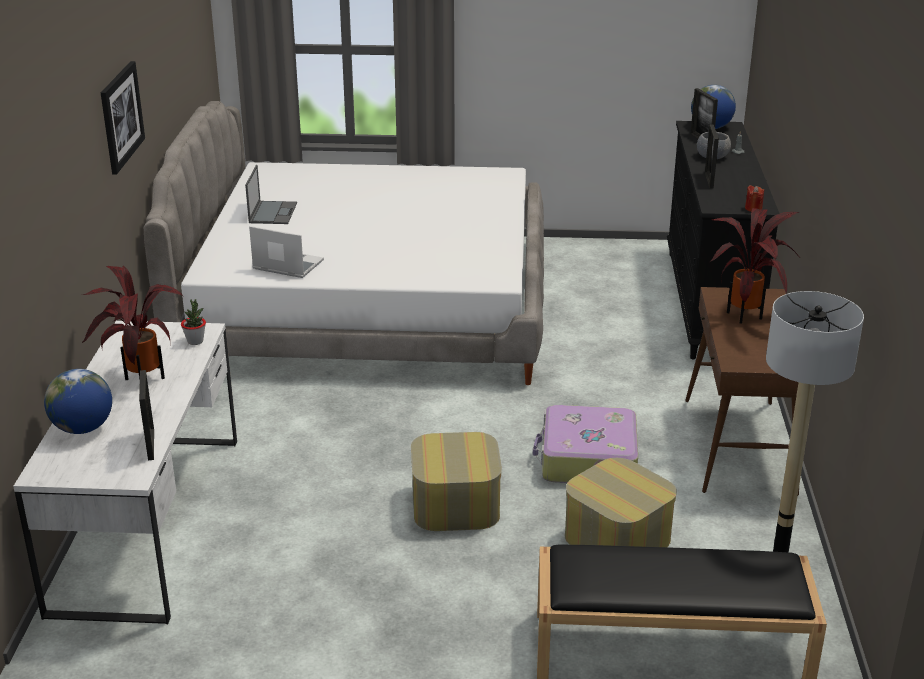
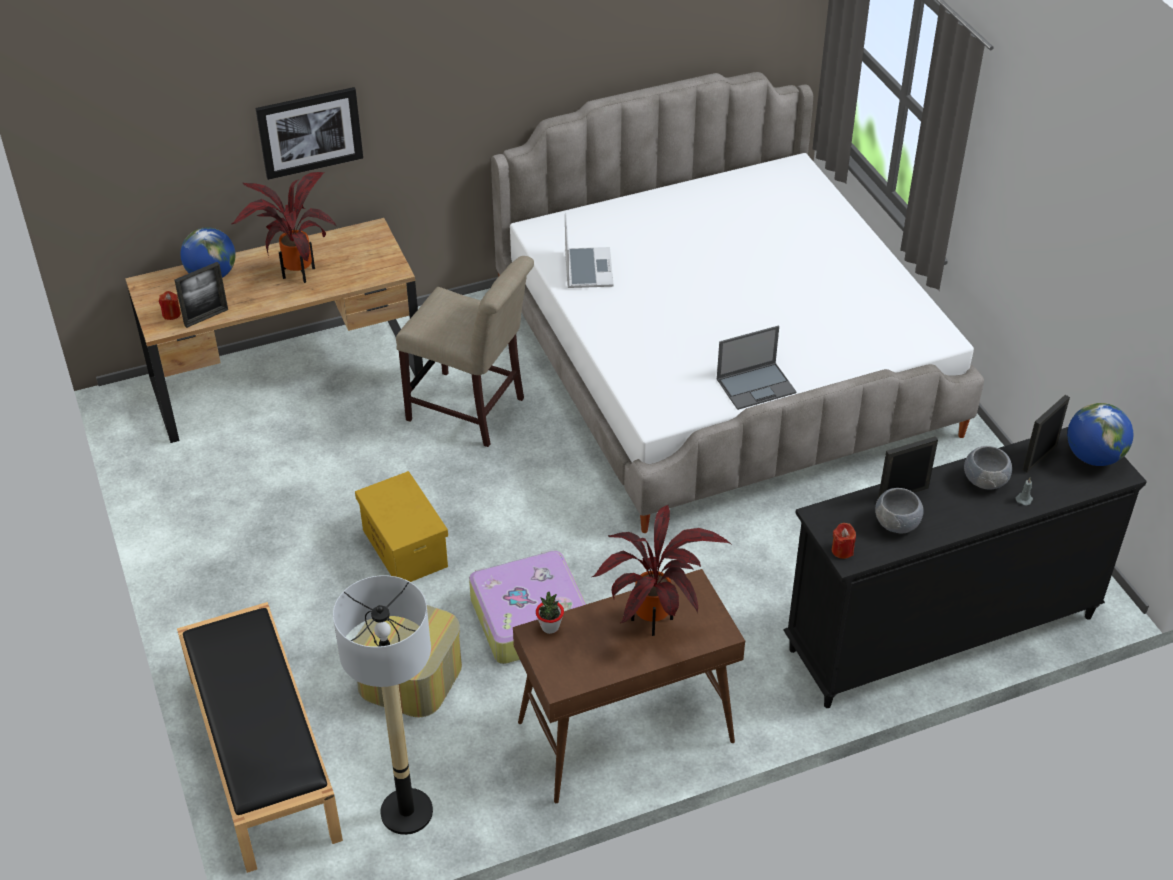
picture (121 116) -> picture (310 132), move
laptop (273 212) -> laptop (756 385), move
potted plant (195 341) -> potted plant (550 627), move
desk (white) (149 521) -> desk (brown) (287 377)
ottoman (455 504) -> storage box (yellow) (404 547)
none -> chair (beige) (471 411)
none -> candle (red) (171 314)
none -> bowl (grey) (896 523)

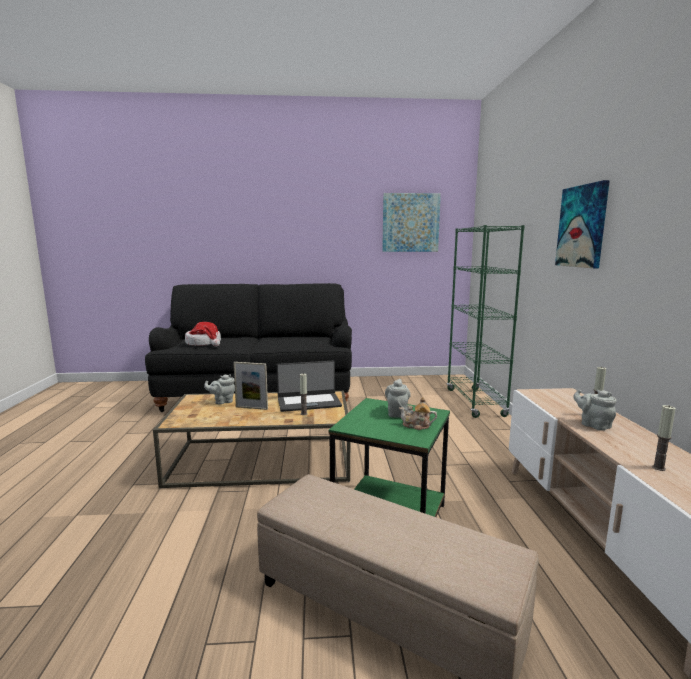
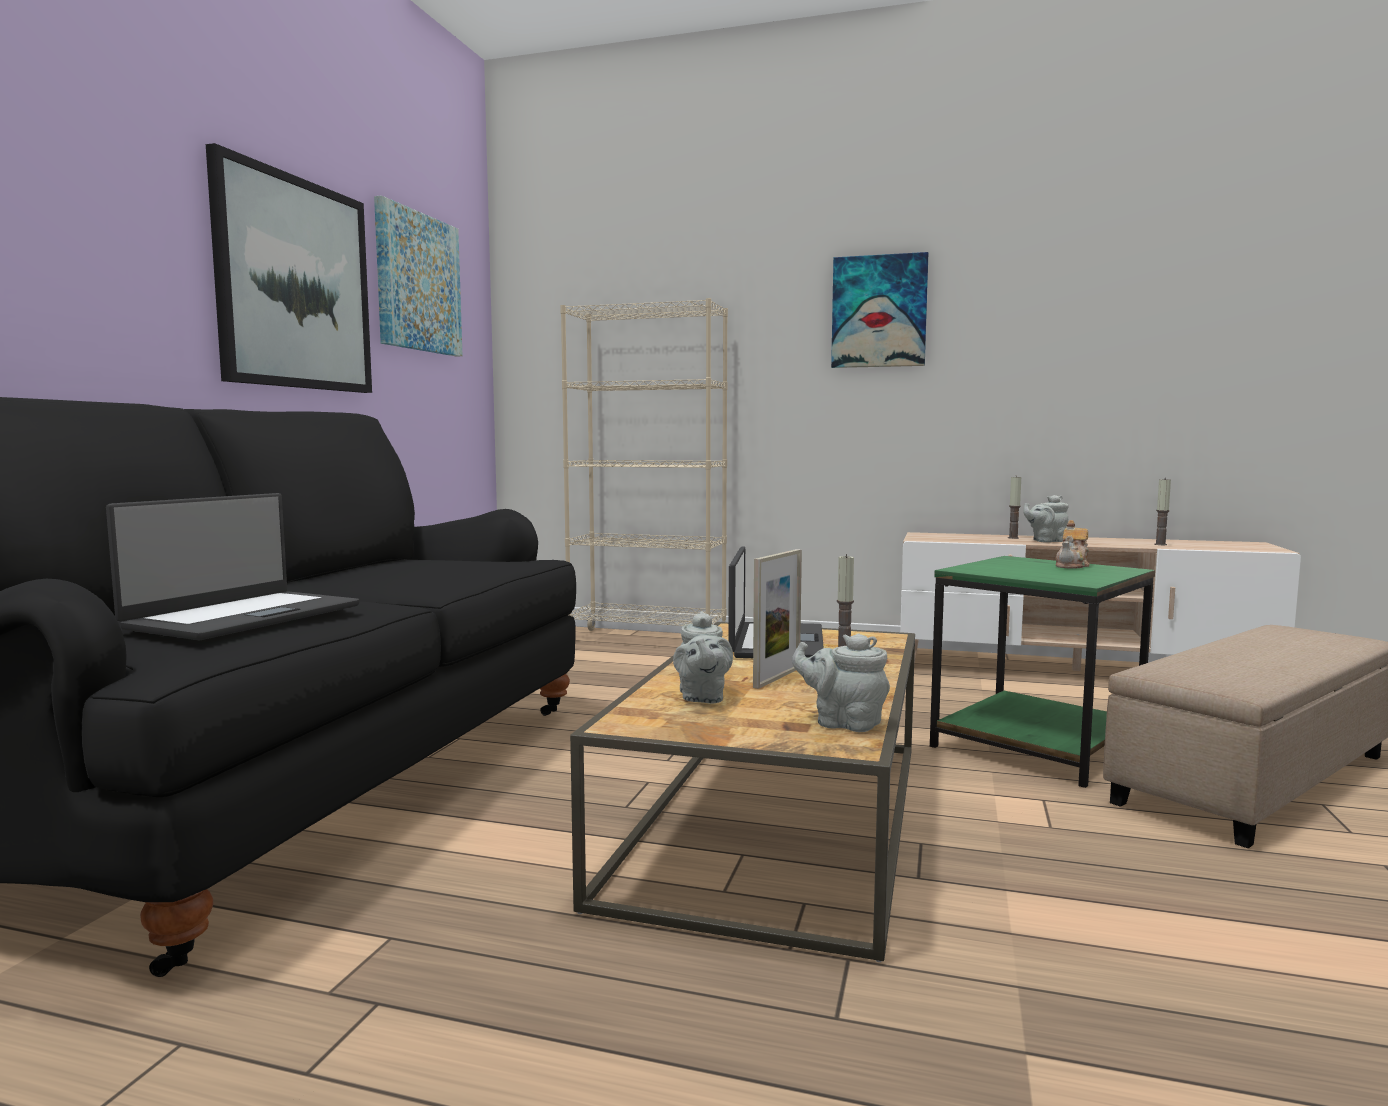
bookcase (green) (475 403) -> bookcase (beige) (647 640)
hat (204 343) -> laptop (243 616)
teapot (grey) (397 413) -> teapot (grey) (843 723), move
none -> picture (294 284)

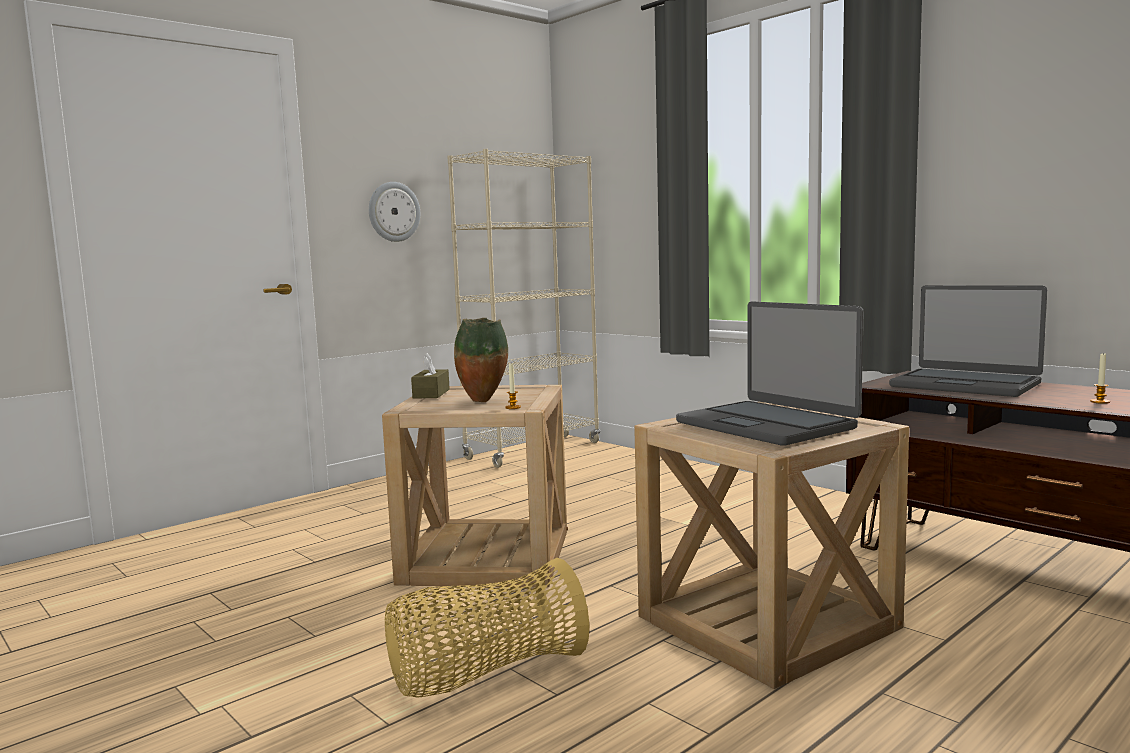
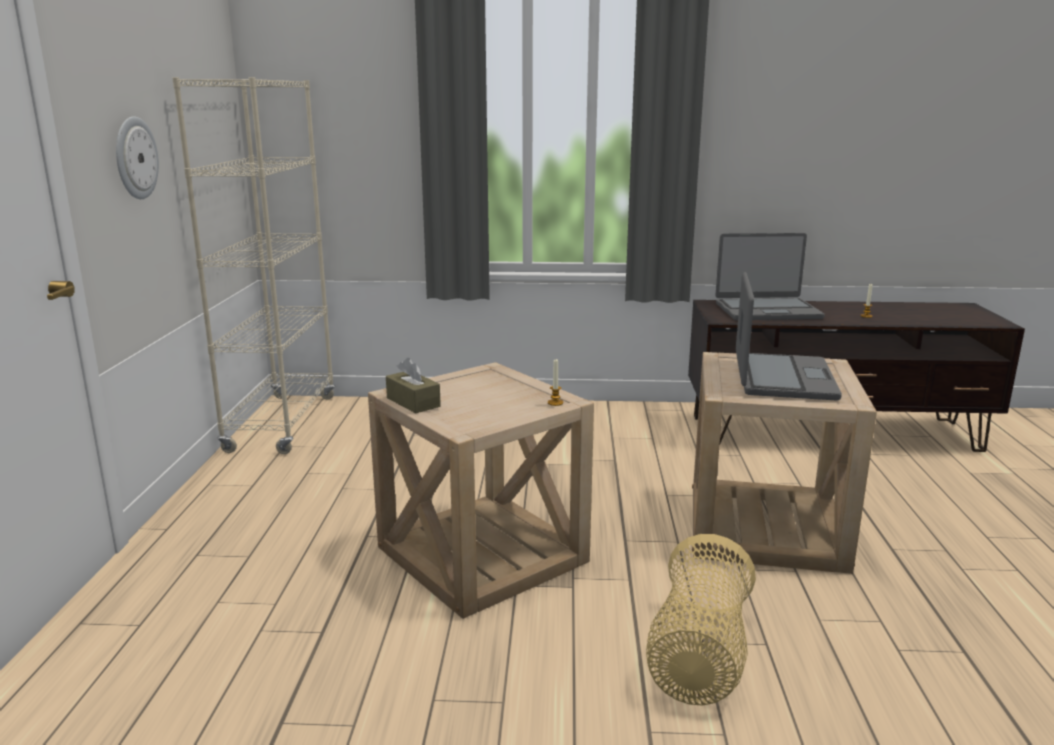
laptop (766 425) -> laptop (782 378), 90 degrees counterclockwise
vase (484 401) -> none

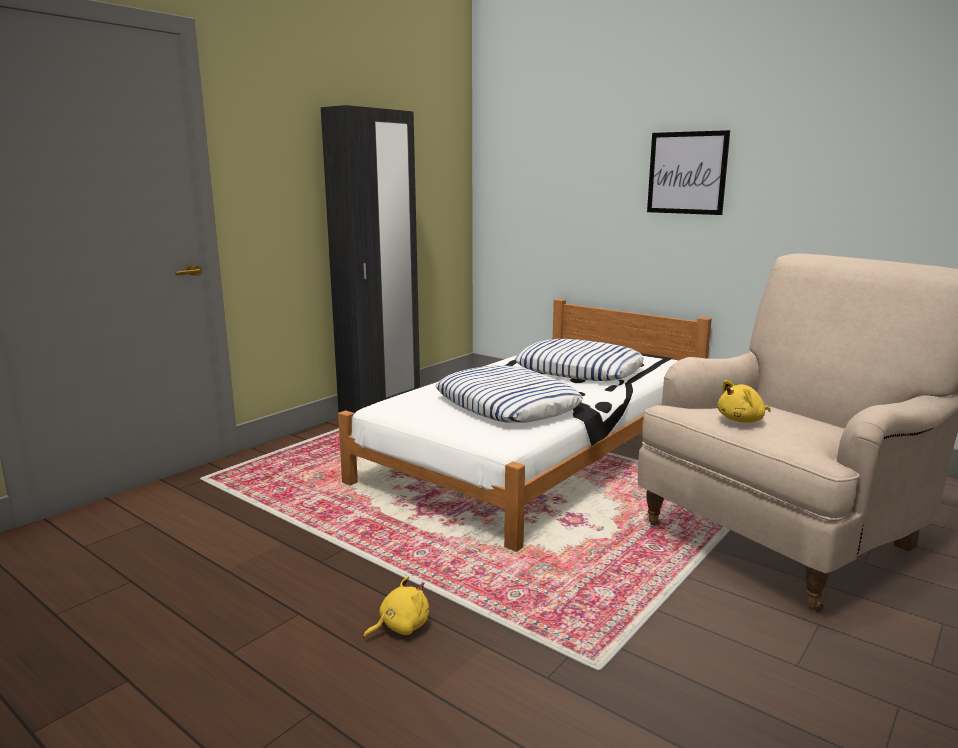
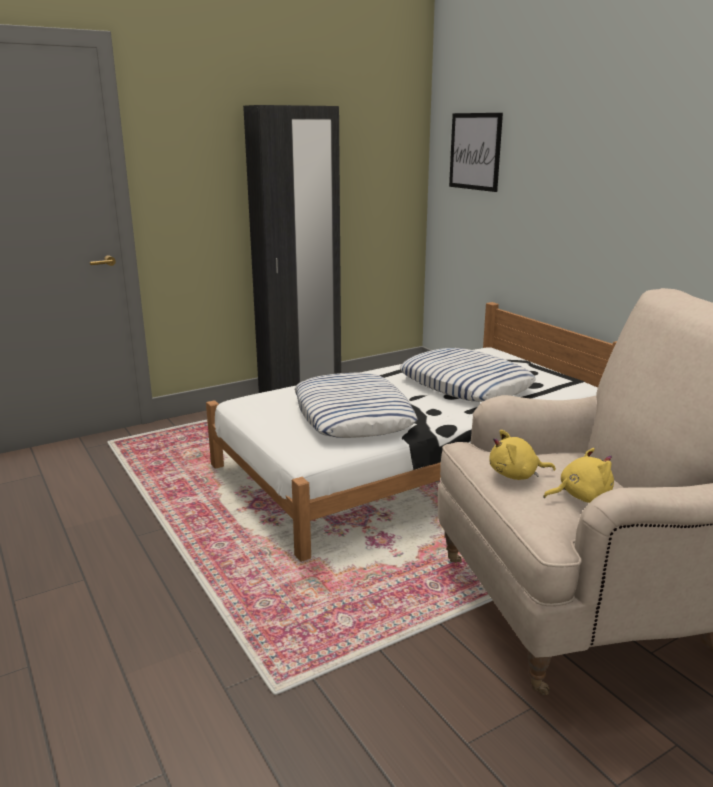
picture (687 173) -> picture (475 151), move
plush toy (yellow) (401 626) -> plush toy (yellow) (580 496), move

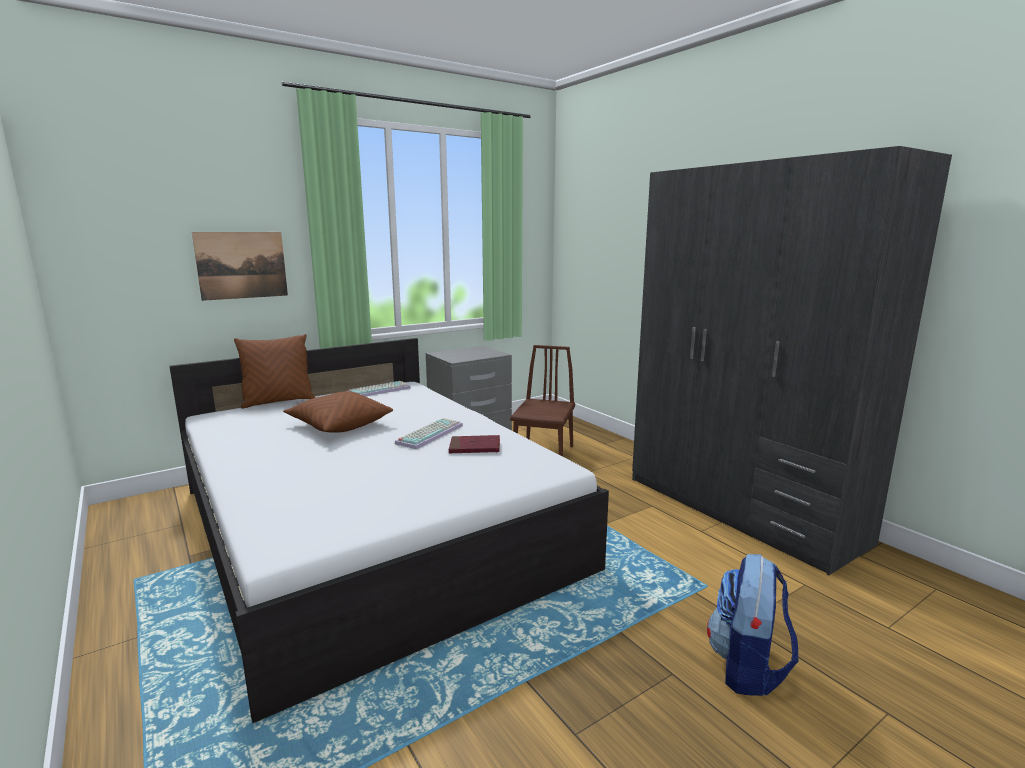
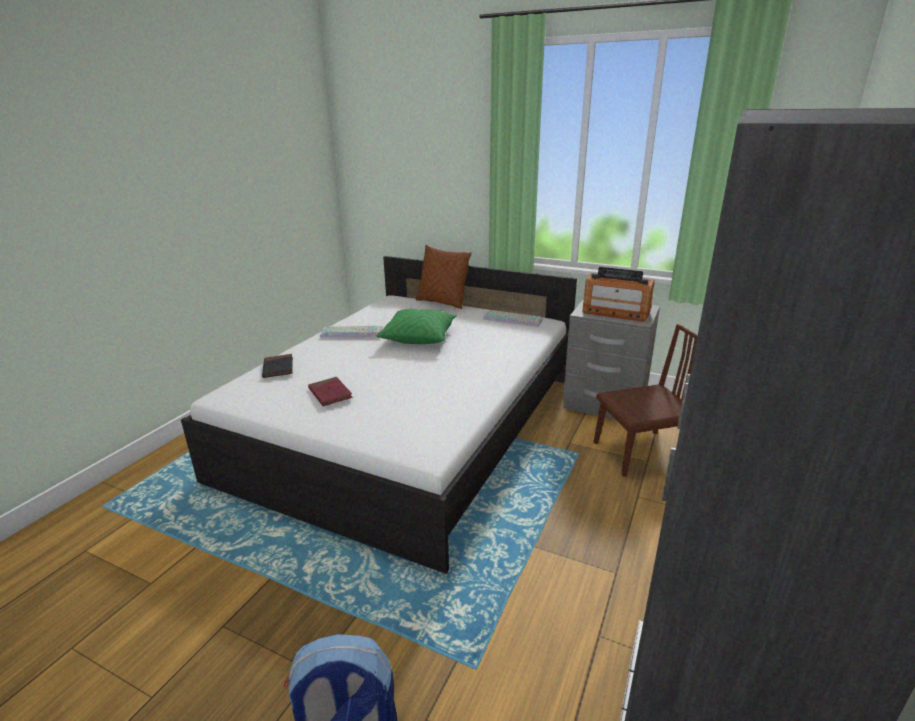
picture (242 265) -> none
pillow (brown) (339 425) -> pillow (green) (418 337)
keyboard (429 434) -> keyboard (353 332), move
book (red) (475 447) -> book (red) (330 394), move
none -> radio (615 312)
none -> book (black) (278 368)

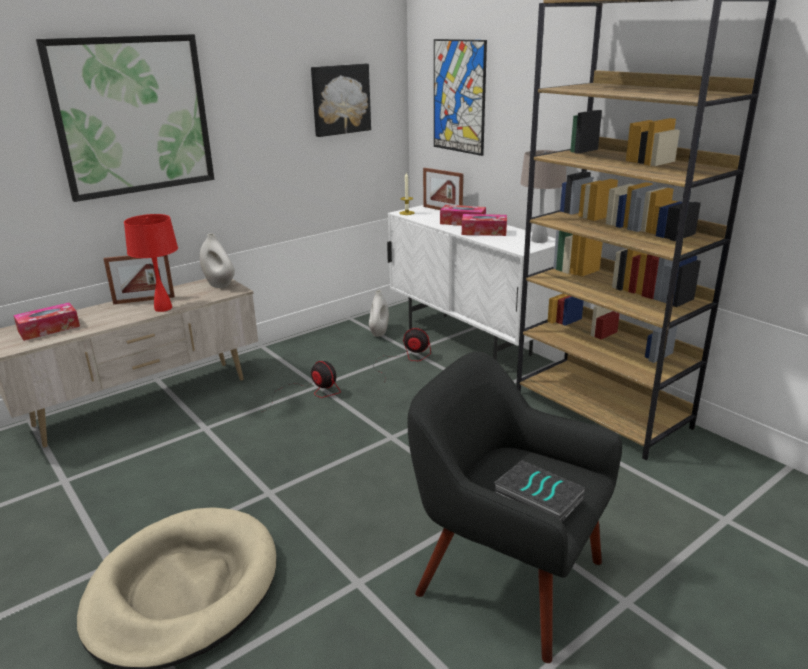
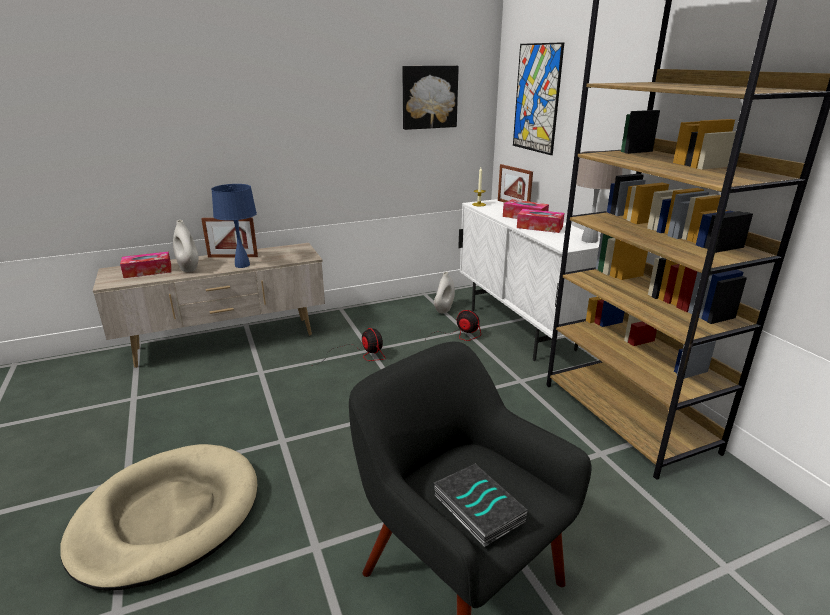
picture (133 116) -> none
table lamp (red) (163 308) -> table lamp (blue) (242 265)
vase (white) (219 284) -> vase (white) (189 268), move

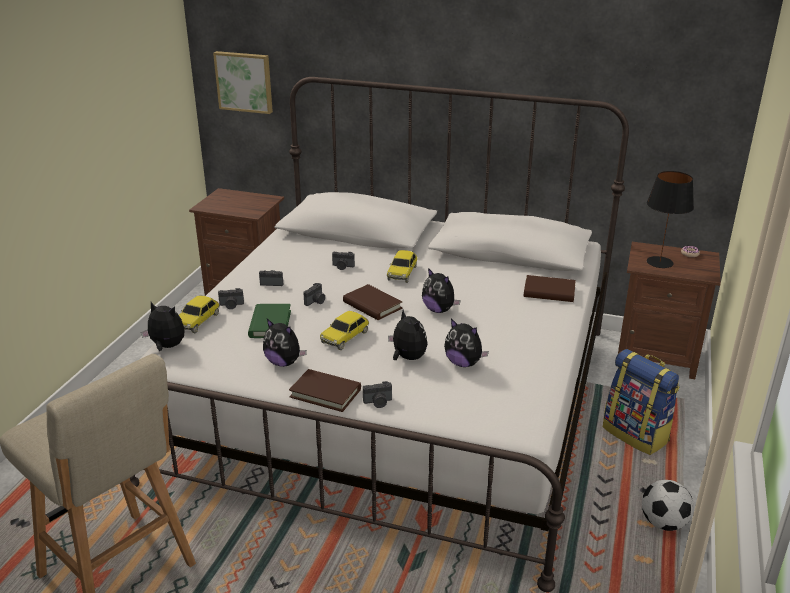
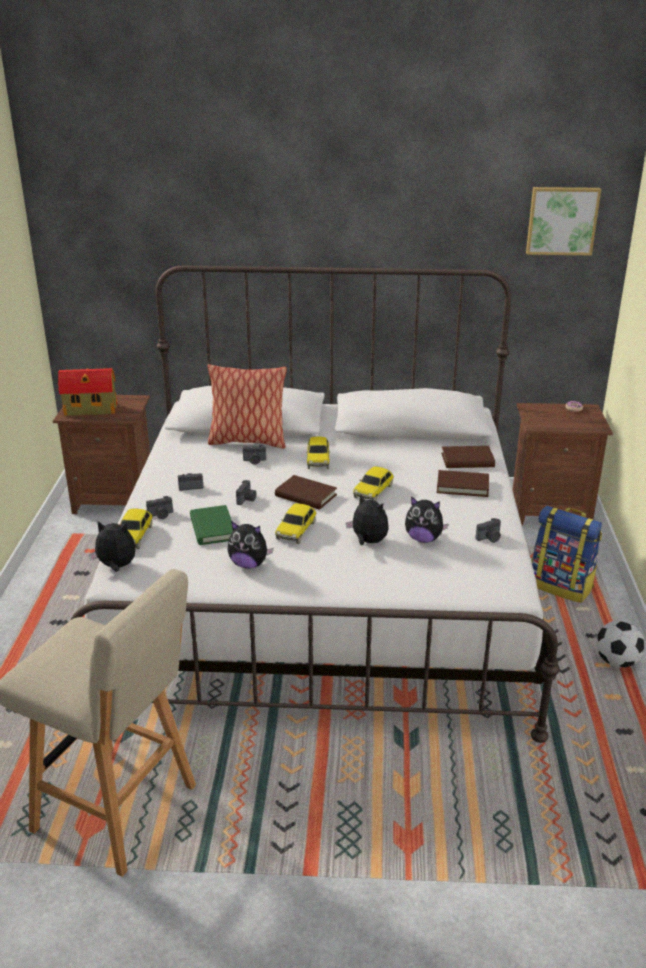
picture (244 81) -> picture (562 220), move
table lamp (black) (659 262) -> none
plush toy (439 310) -> toy car (373 491)
book (brown) (325 393) -> book (brown) (462 486), move
photo camera (378 402) -> photo camera (489 538), move
none -> pillow (247 441)
none -> toy house (92 410)

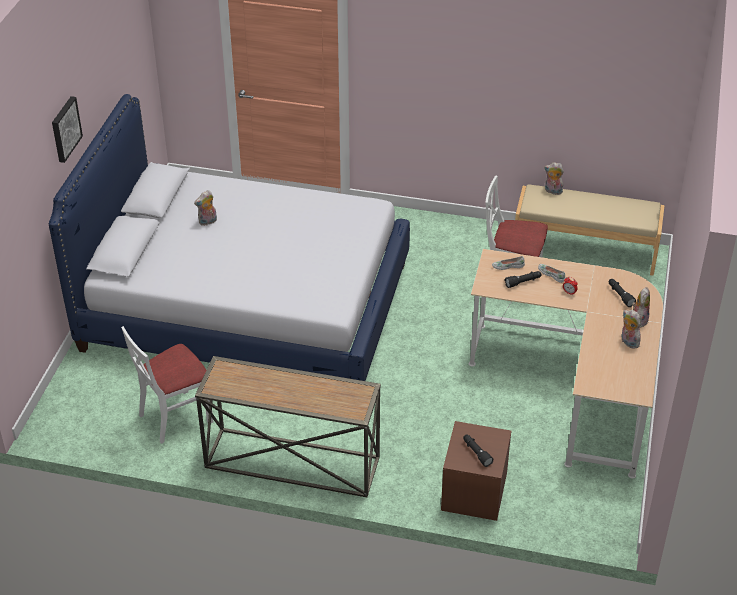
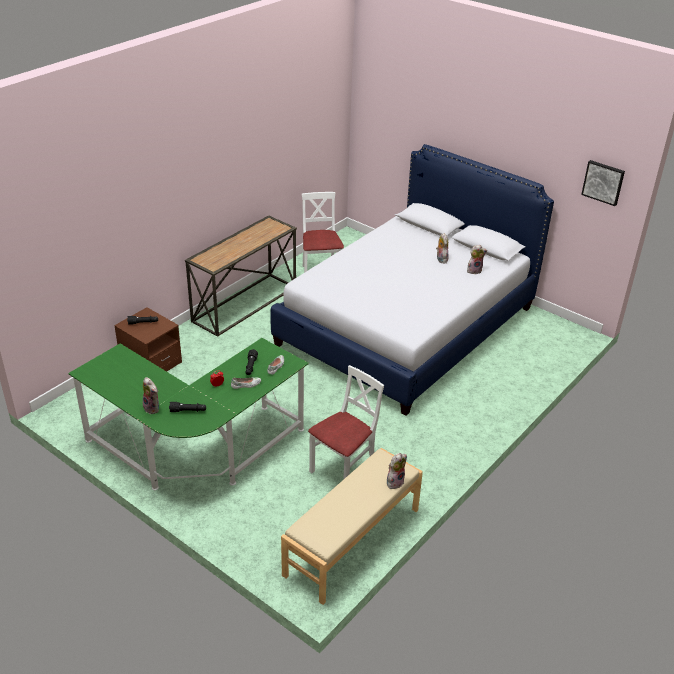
picture (65 129) -> picture (603 182), move
desk (beige) (574 385) -> desk (green) (195 451)
plush toy (628 342) -> plush toy (474 270), move

